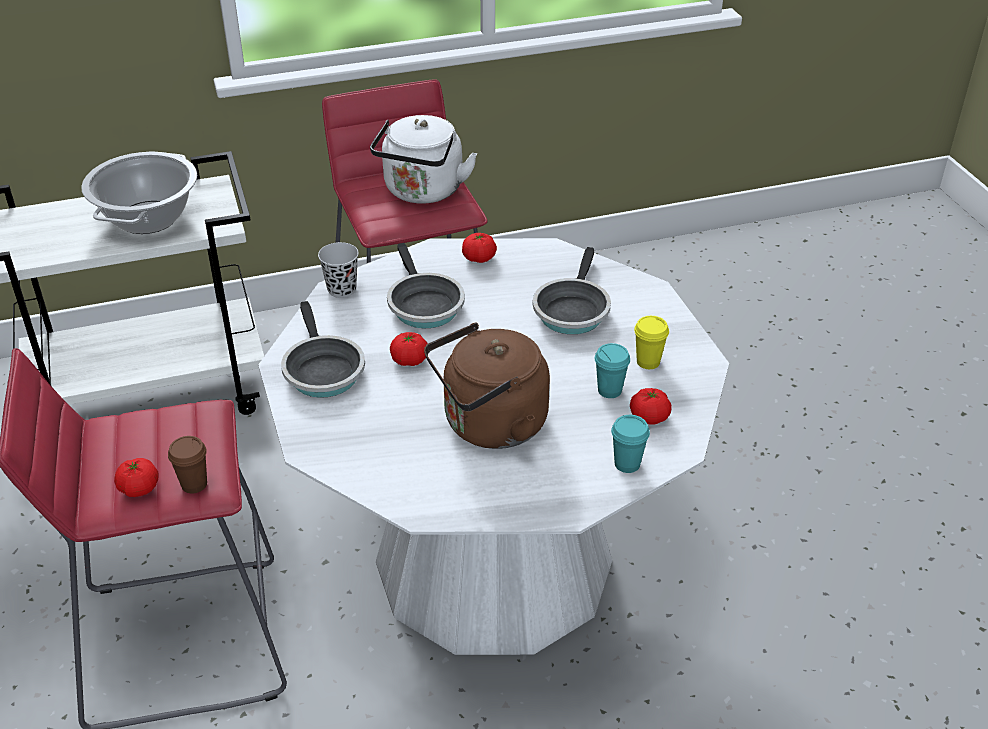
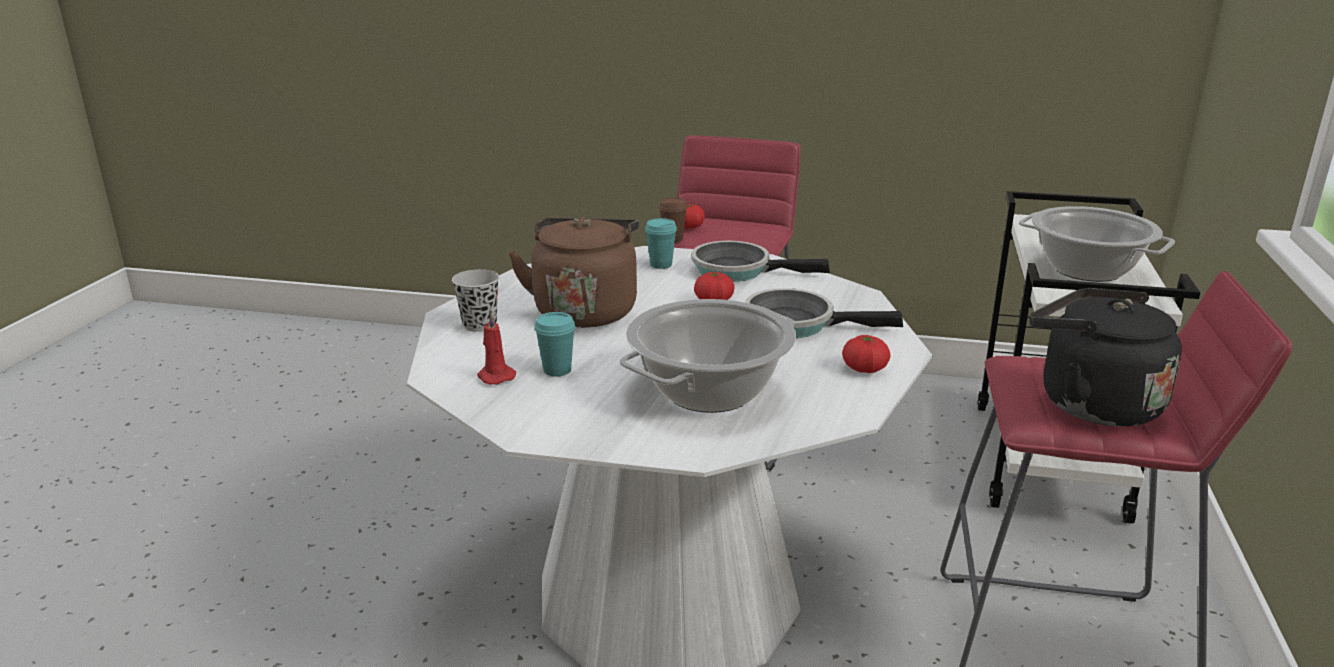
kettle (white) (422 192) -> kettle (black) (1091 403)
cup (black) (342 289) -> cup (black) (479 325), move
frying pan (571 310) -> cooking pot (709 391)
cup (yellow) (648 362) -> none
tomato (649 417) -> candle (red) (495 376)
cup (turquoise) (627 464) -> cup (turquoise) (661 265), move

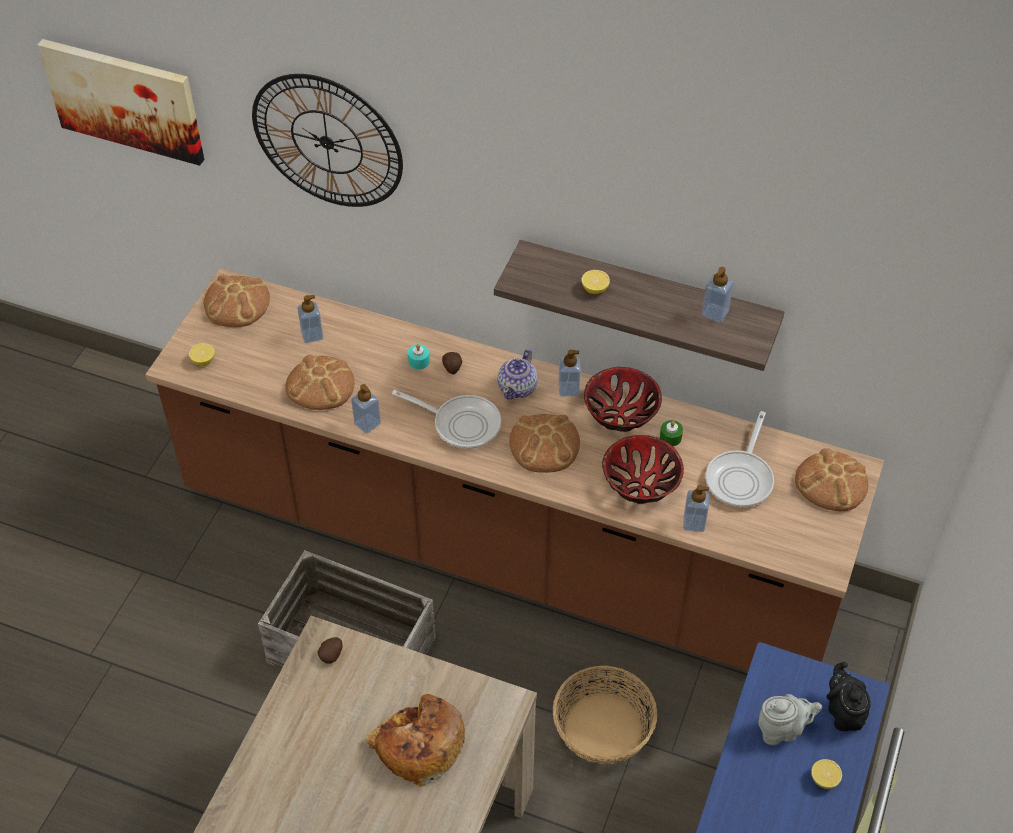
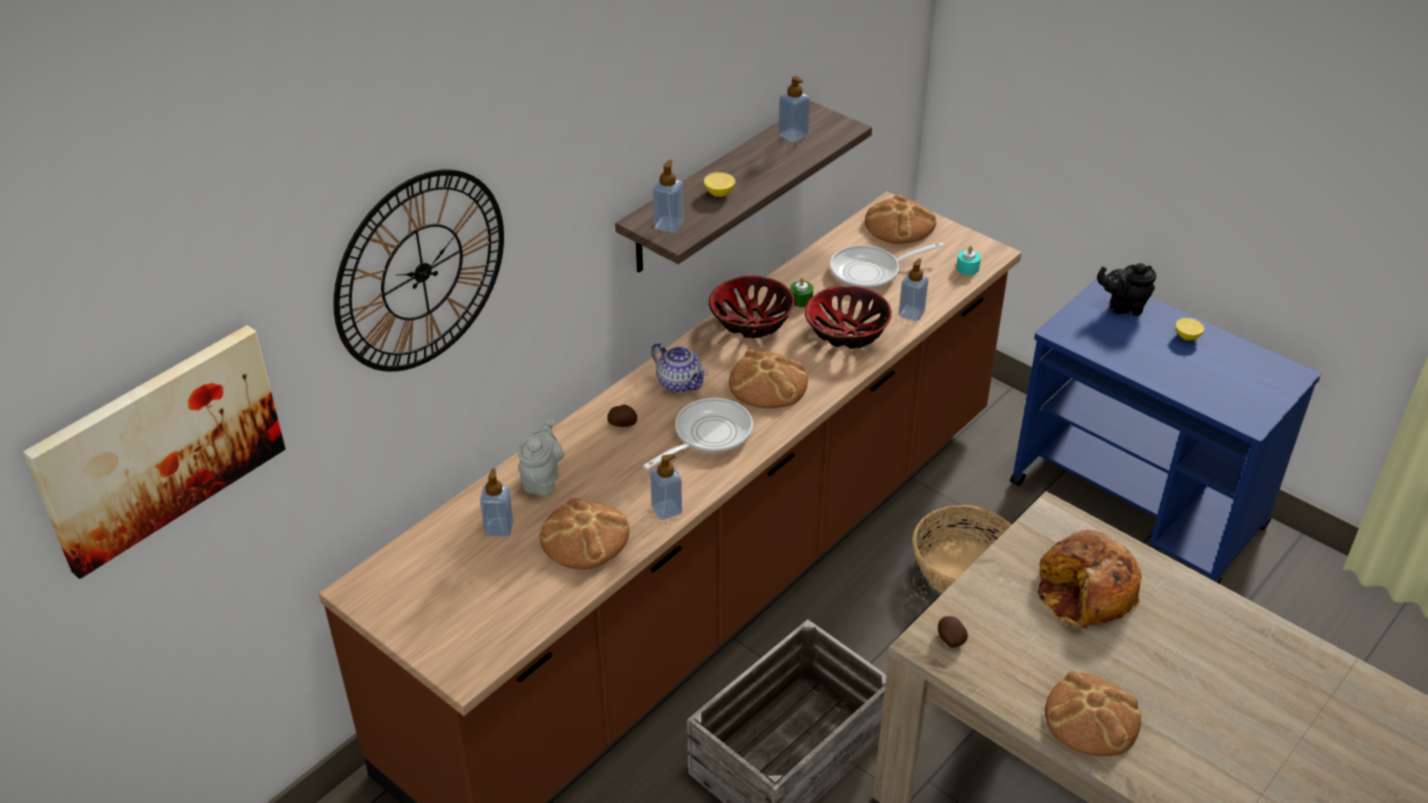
bread (237 303) -> bread (1091 717), move
lemon (203 360) -> none
candle (turquoise) (419 361) -> candle (turquoise) (967 268), move
soap dispenser (568 389) -> soap dispenser (668 225), move
frying pan (741 478) -> frying pan (870 272), 120 degrees clockwise
teapot (grey) (782 730) -> teapot (grey) (542 480), move

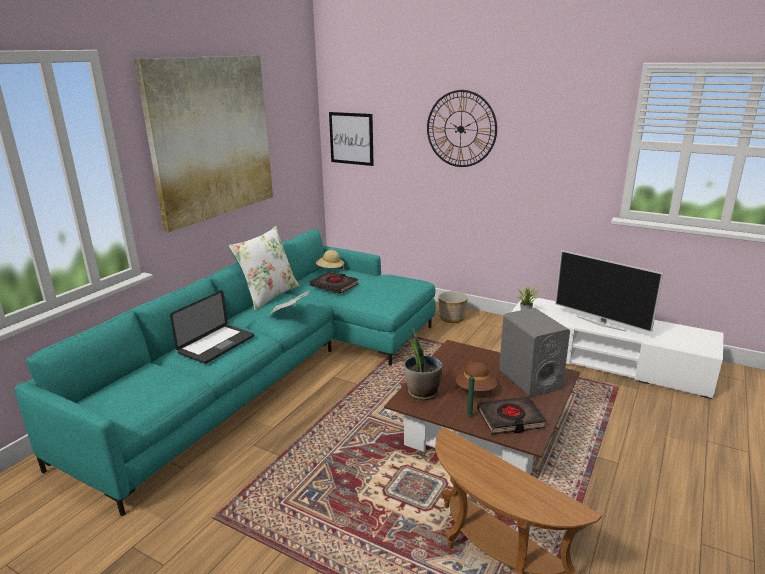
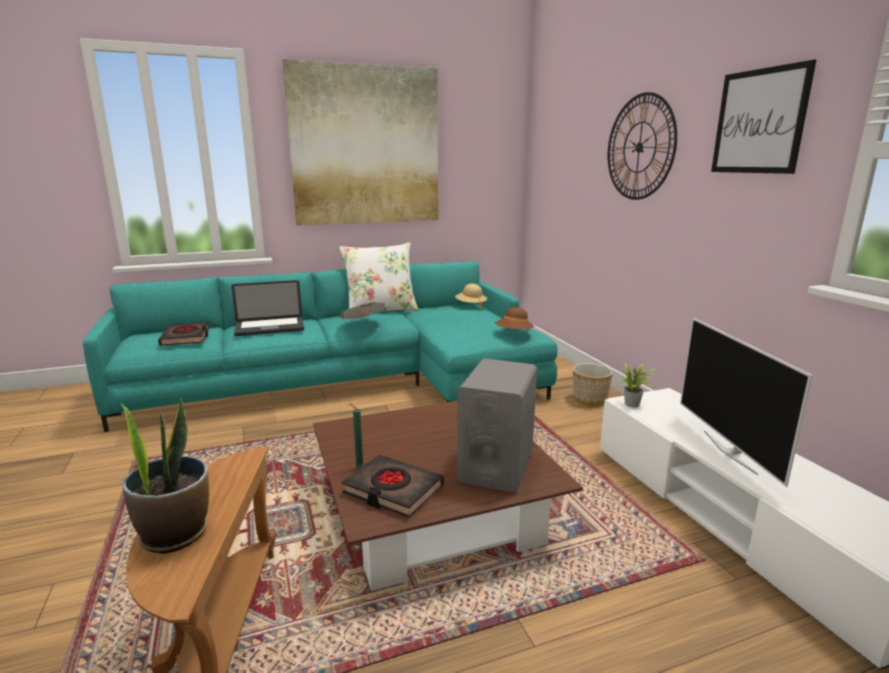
picture (351 138) -> picture (759 121), move
book (black) (334 285) -> book (black) (186 338), move
potted plant (422 392) -> potted plant (175 534), move
hat (brown) (476 390) -> hat (brown) (514 334), move

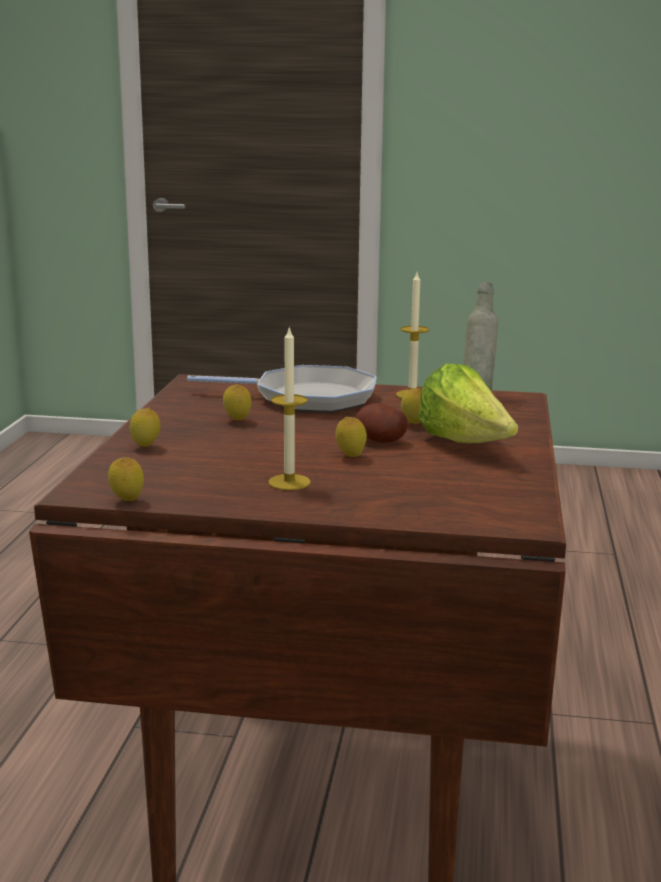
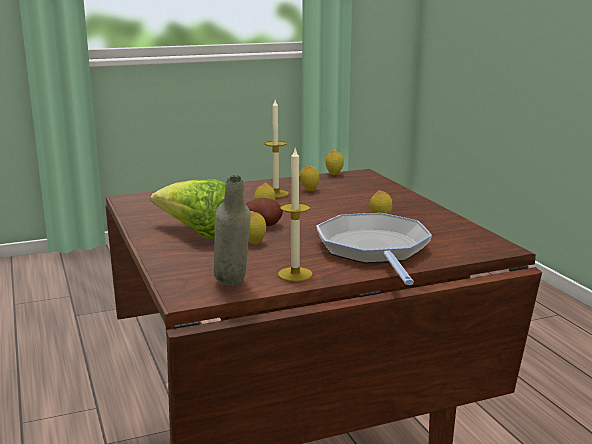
frying pan (308 398) -> frying pan (374 250), 105 degrees clockwise
lemon (145 447) -> lemon (309 191), move

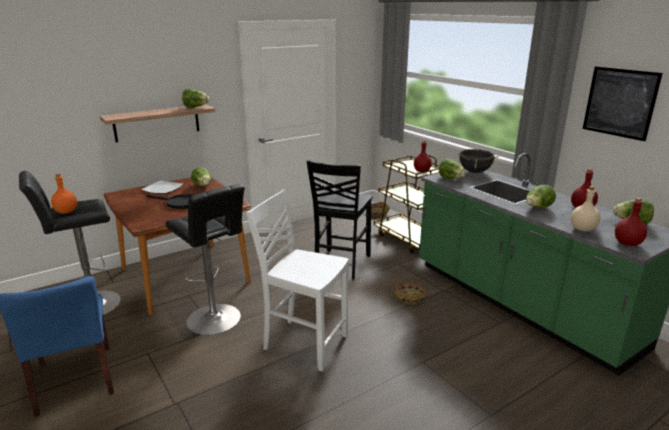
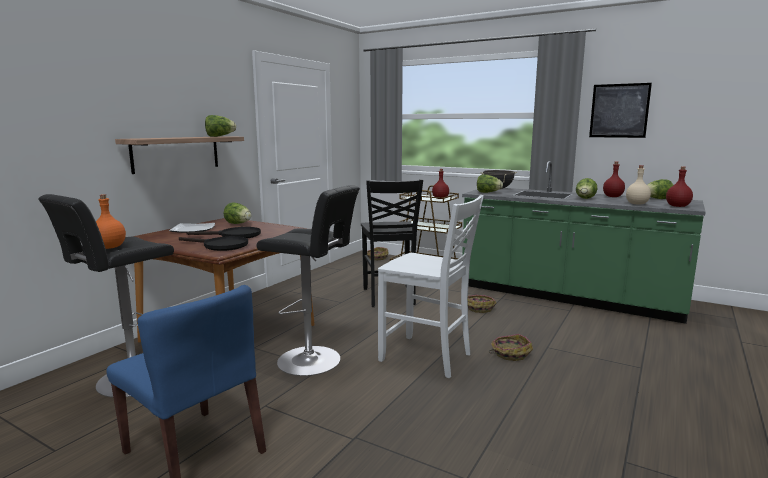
chair (white) (304 342) -> chair (white) (427 357), 150 degrees counterclockwise
none -> frying pan (black) (220 246)
none -> basket (510 354)

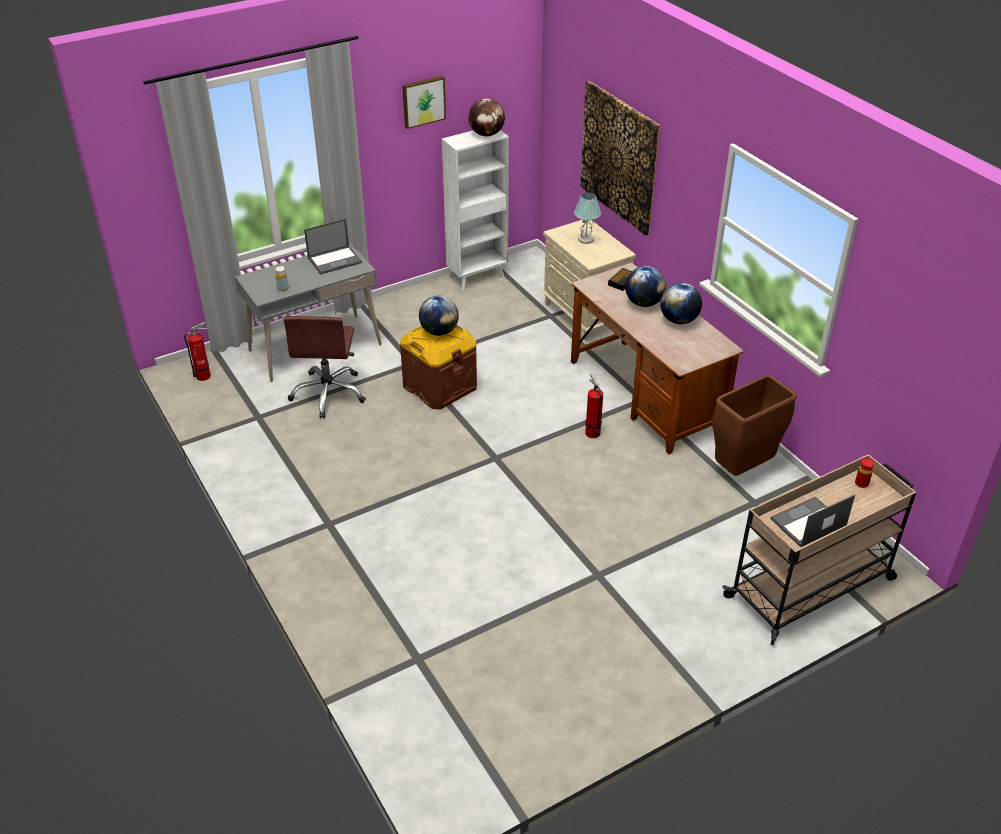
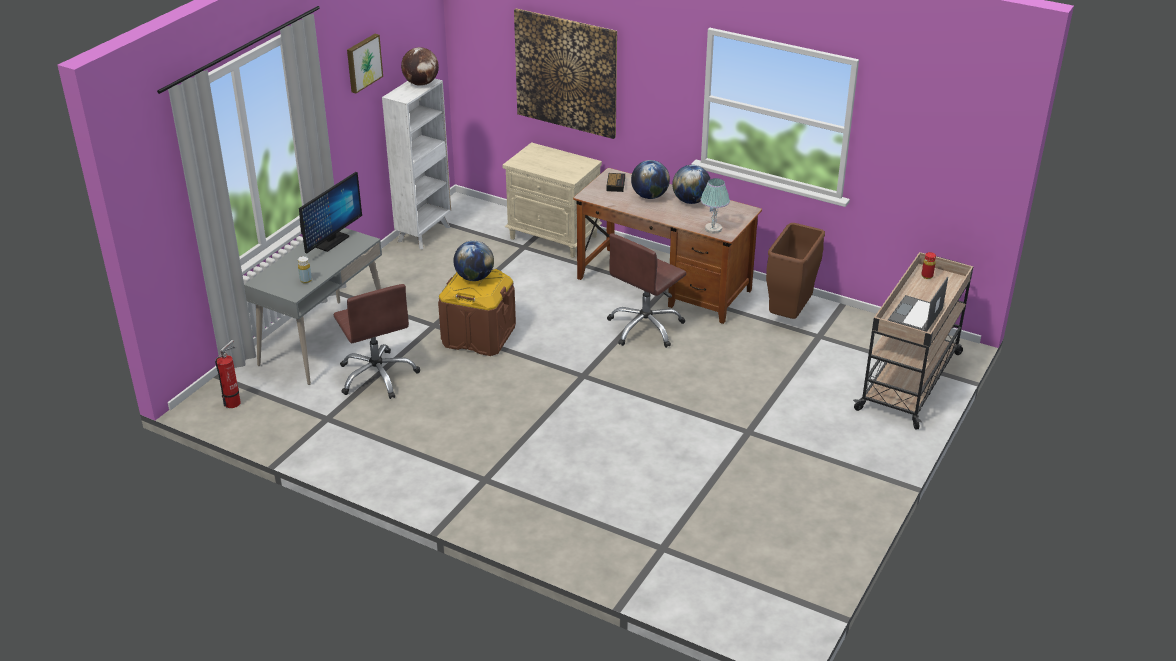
table lamp (585 240) -> table lamp (713 229), move
laptop (335 260) -> monitor (331 241)
fire extinguisher (592 432) -> office chair (brown) (645 328)

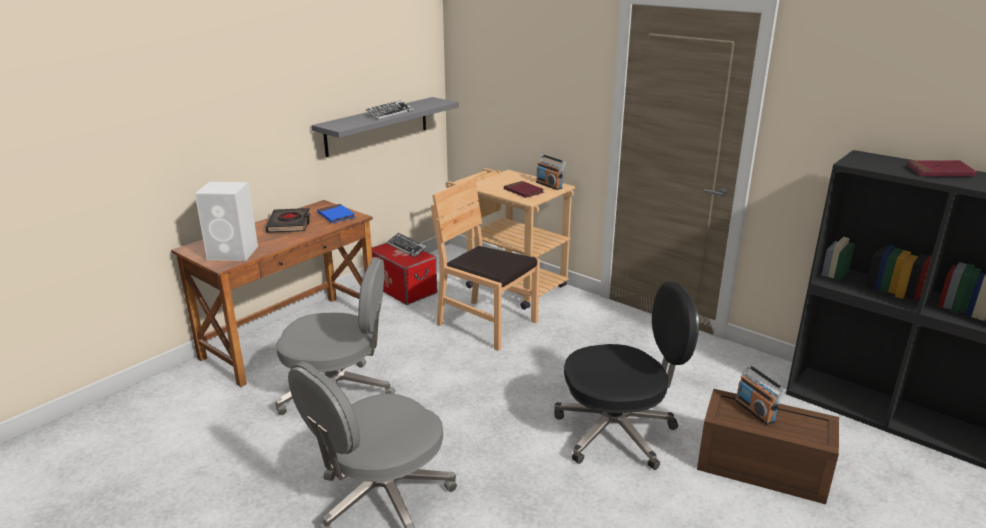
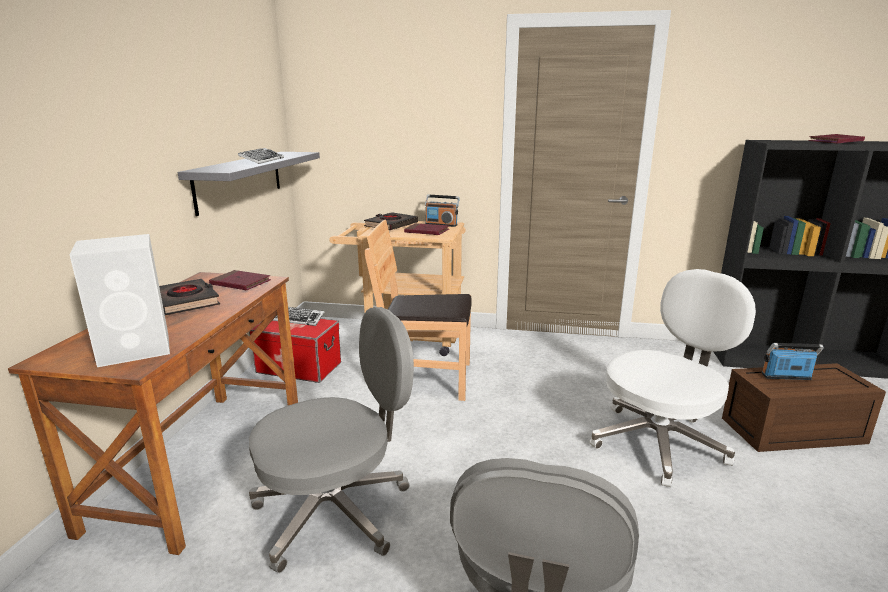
book (blue) (336 216) -> book (red) (240 283)
office chair (black) (618 432) -> office chair (white) (659 442)
radio (755 411) -> radio (786 377), 150 degrees clockwise
none -> book (black) (391 225)

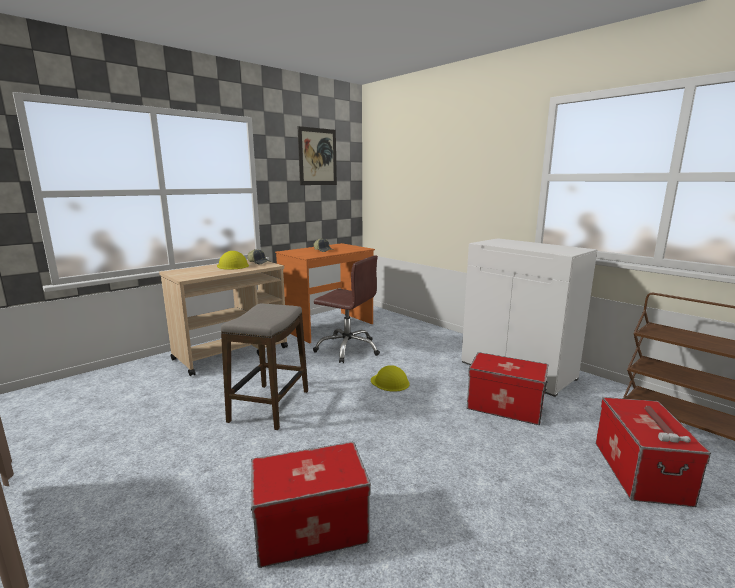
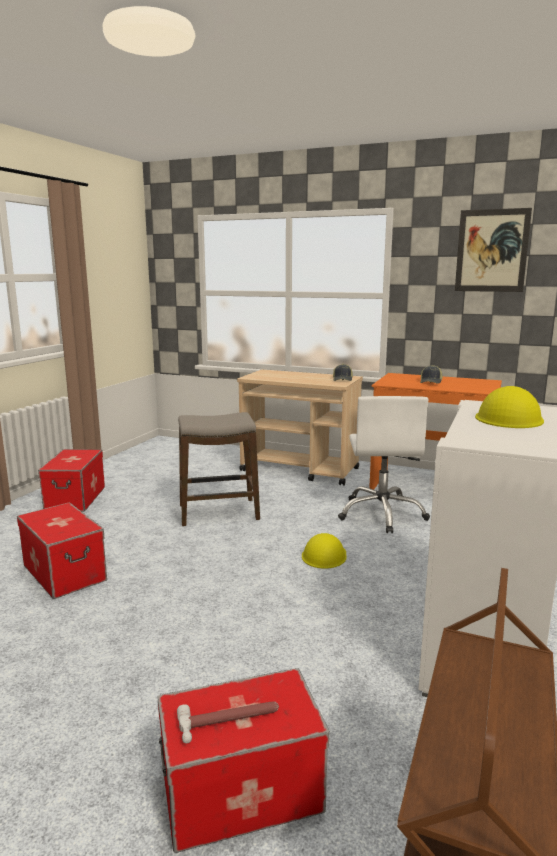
hard hat (yellow) (232 266) -> hard hat (yellow) (509 418), move
office chair (brown) (348 349) -> office chair (white) (382 514)
storage box (505 406) -> storage box (76 498), move

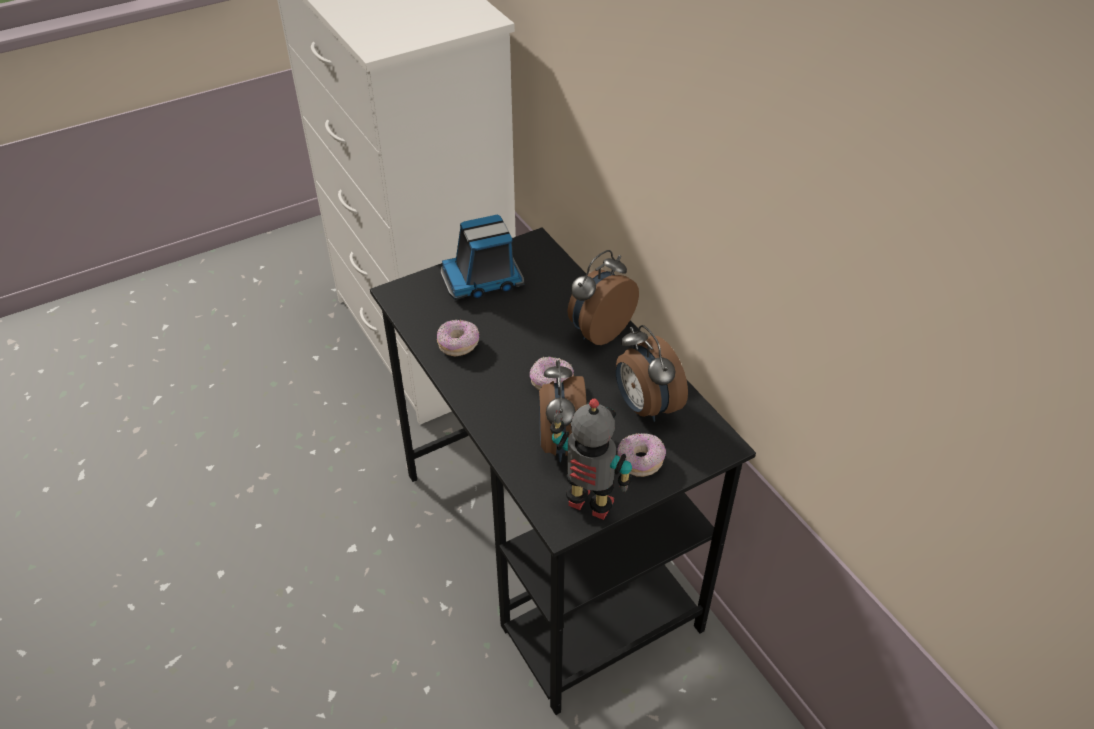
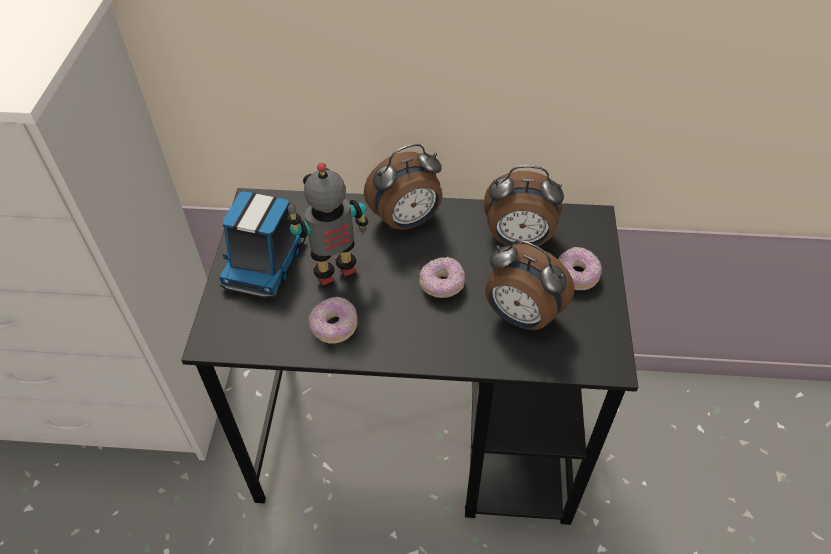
alarm clock (598 330) -> alarm clock (407 221), 105 degrees counterclockwise
toy robot (589 506) -> toy robot (336 273), move

